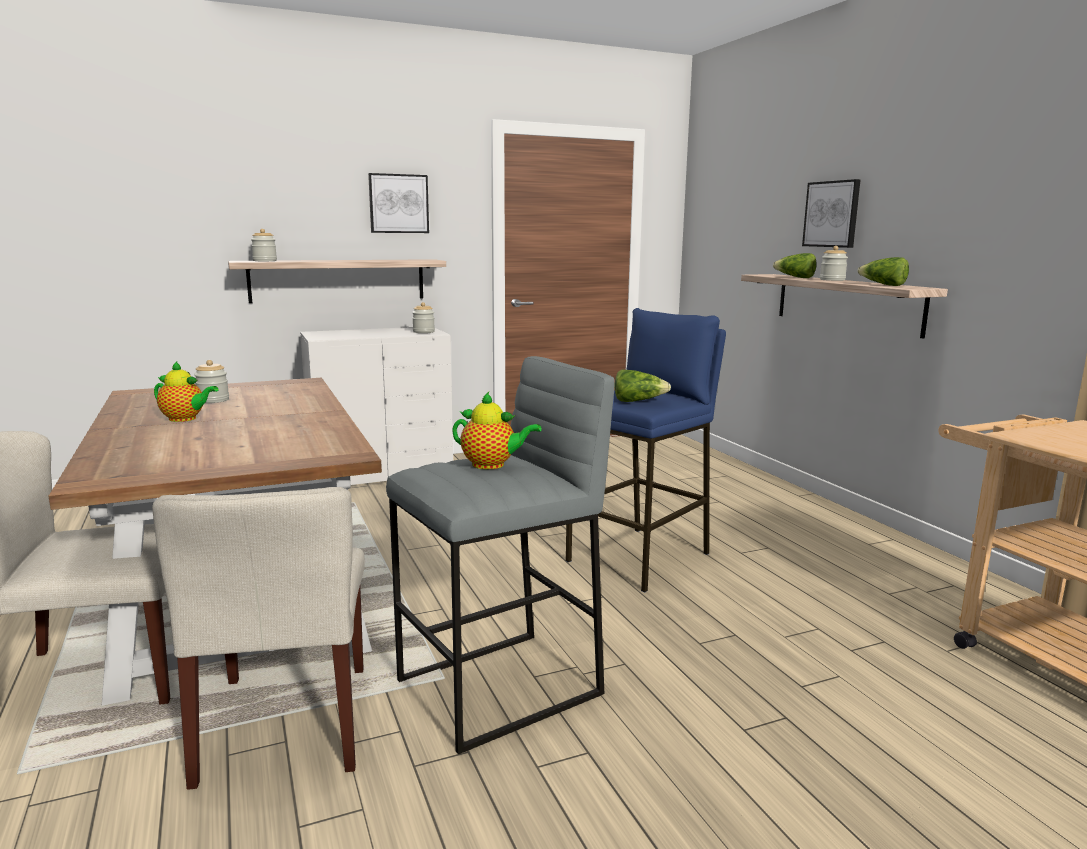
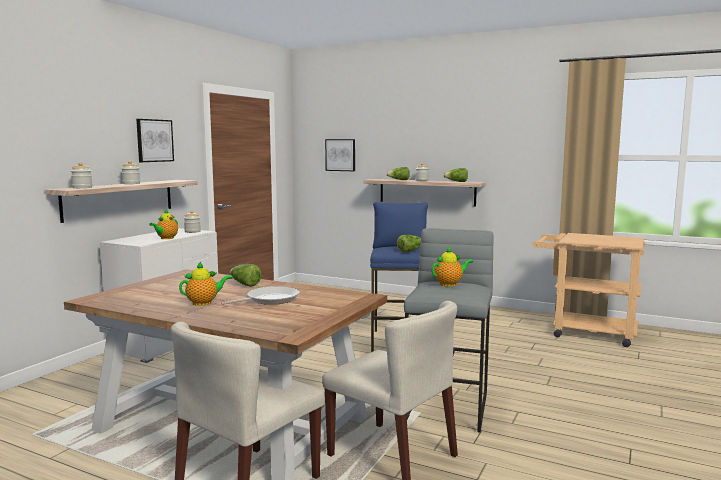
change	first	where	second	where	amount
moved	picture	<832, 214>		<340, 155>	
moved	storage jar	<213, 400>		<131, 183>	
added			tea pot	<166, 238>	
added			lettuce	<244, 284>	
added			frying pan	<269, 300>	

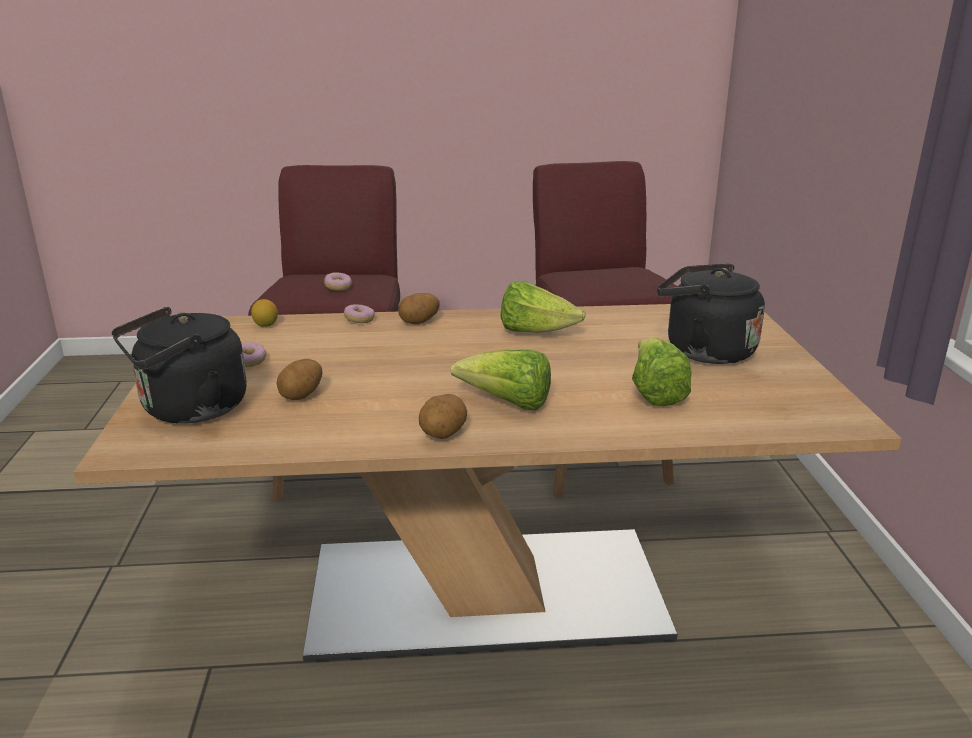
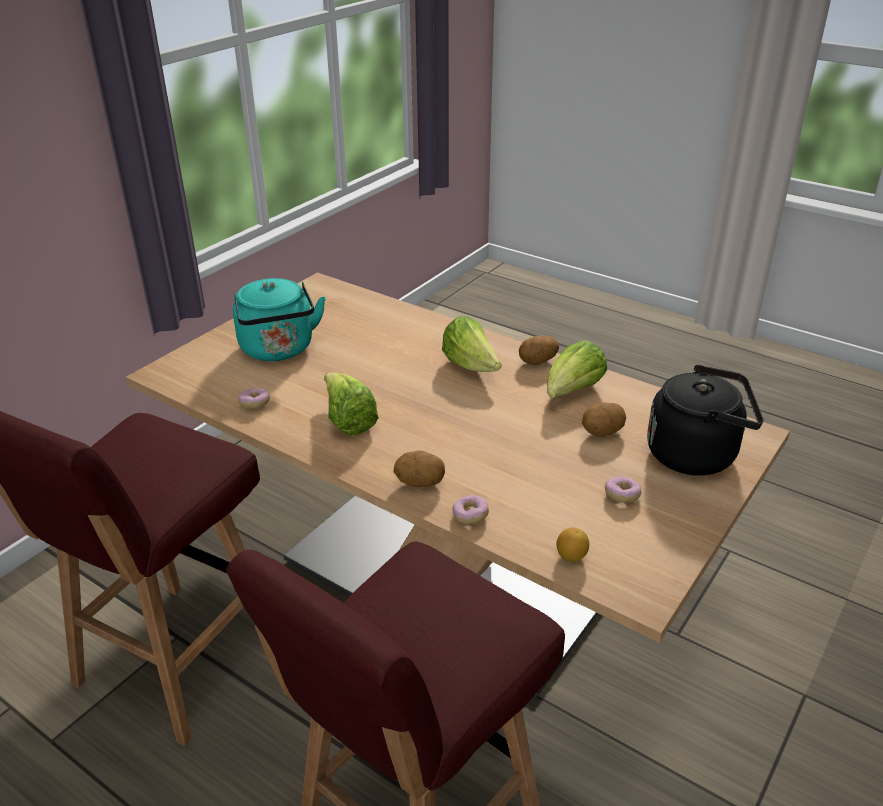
change	first	where	second	where	amount
recoloured	black-coloured water kettle	<703, 351>	blue-green water kettle	<279, 350>	
moved	donut	<338, 288>		<255, 404>	
moved	lettuce	<655, 393>		<572, 392>	

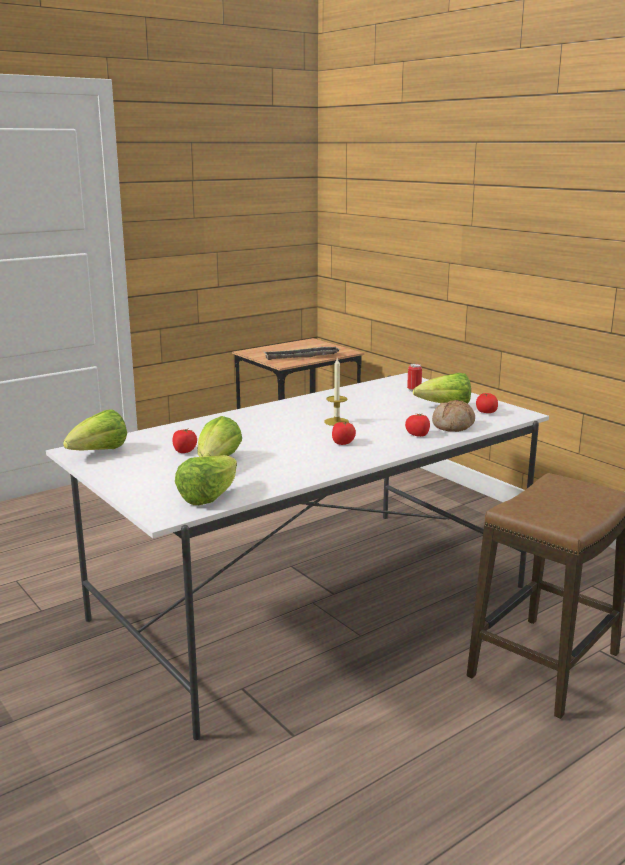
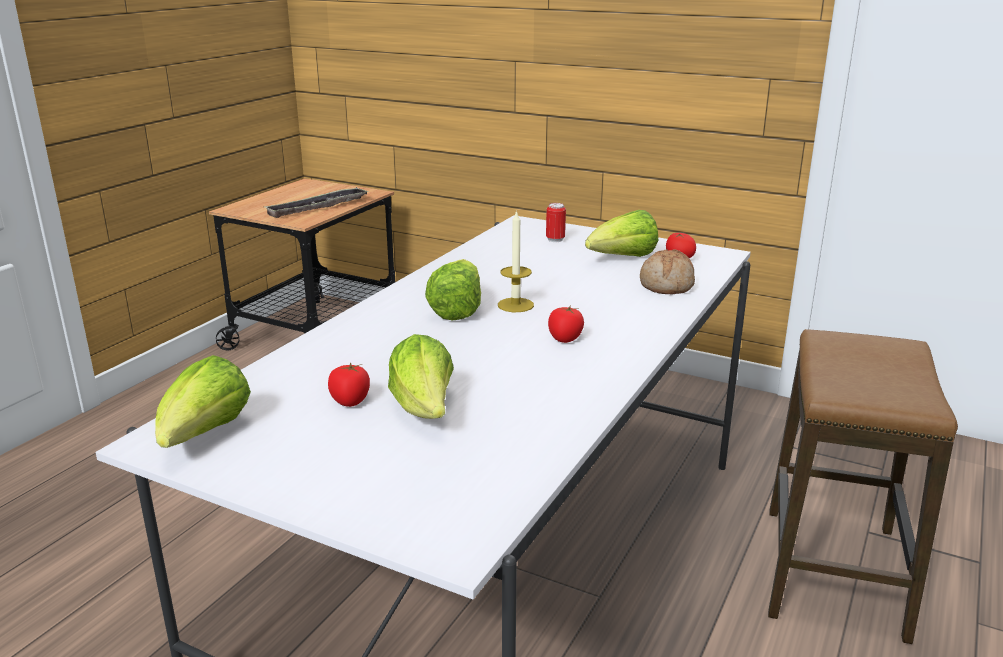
change	first	where	second	where	amount
removed	fresh tomato	<417, 435>			
moved	lettuce	<208, 497>		<457, 310>	

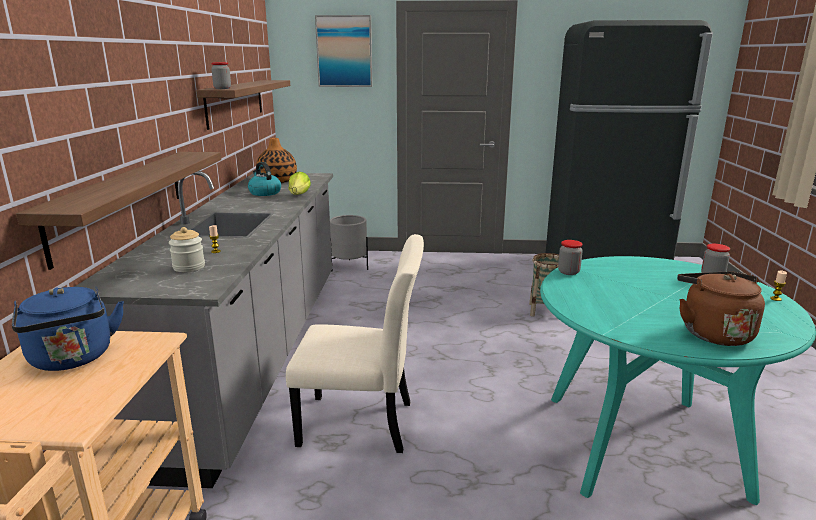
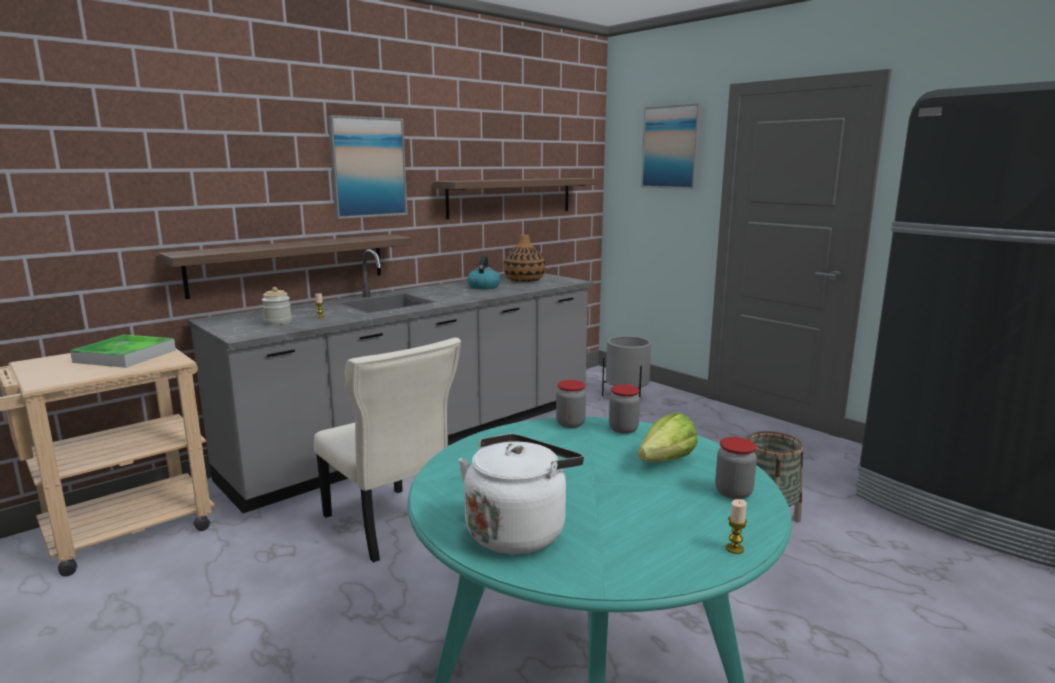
change	first	where	second	where	amount
moved	storage jar	<222, 88>		<623, 429>	
moved	lettuce	<297, 196>		<660, 463>	
recoloured	brown-coloured water kettle	<713, 332>	whitish water kettle	<518, 530>	
replaced	blue water kettle	<73, 359>	serving tray	<125, 356>	
added			picture	<368, 167>	

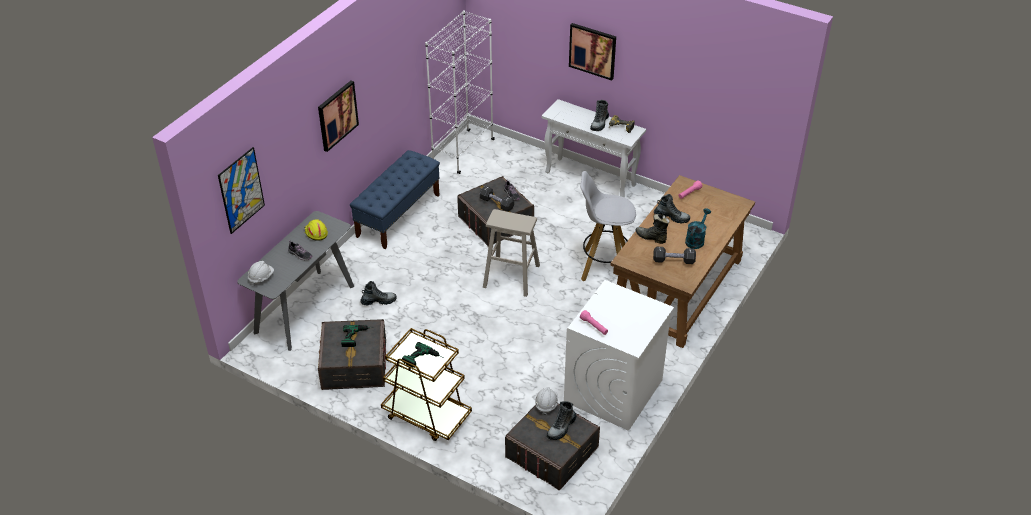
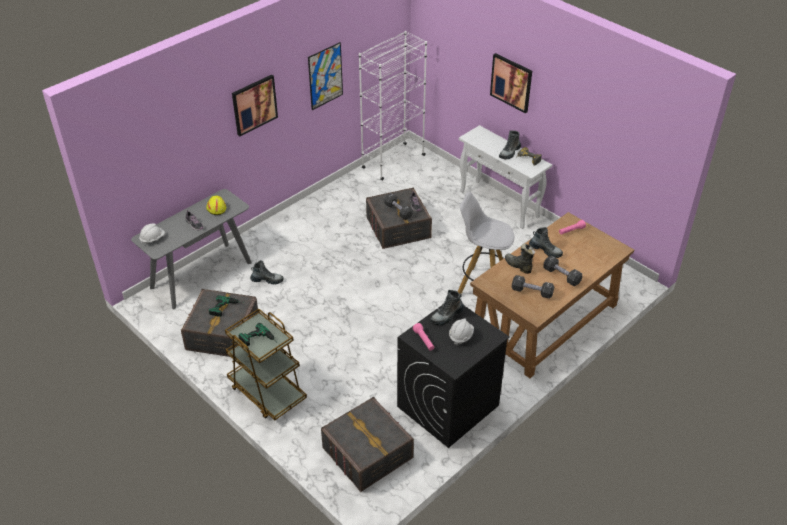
change	first	where	second	where	amount
moved	picture	<241, 190>		<325, 76>	
removed	blue long seat	<398, 215>			
replaced	blue-green watering pot	<696, 240>	black-coloured free weight	<561, 276>	
removed	sand-coloured stool seat	<511, 276>			
recoloured	whitish laundry machine	<613, 391>	black-coloured laundry machine	<448, 406>	
moved	whitish work helmet	<546, 404>		<461, 336>	
moved	high-top boot	<561, 428>		<447, 316>	

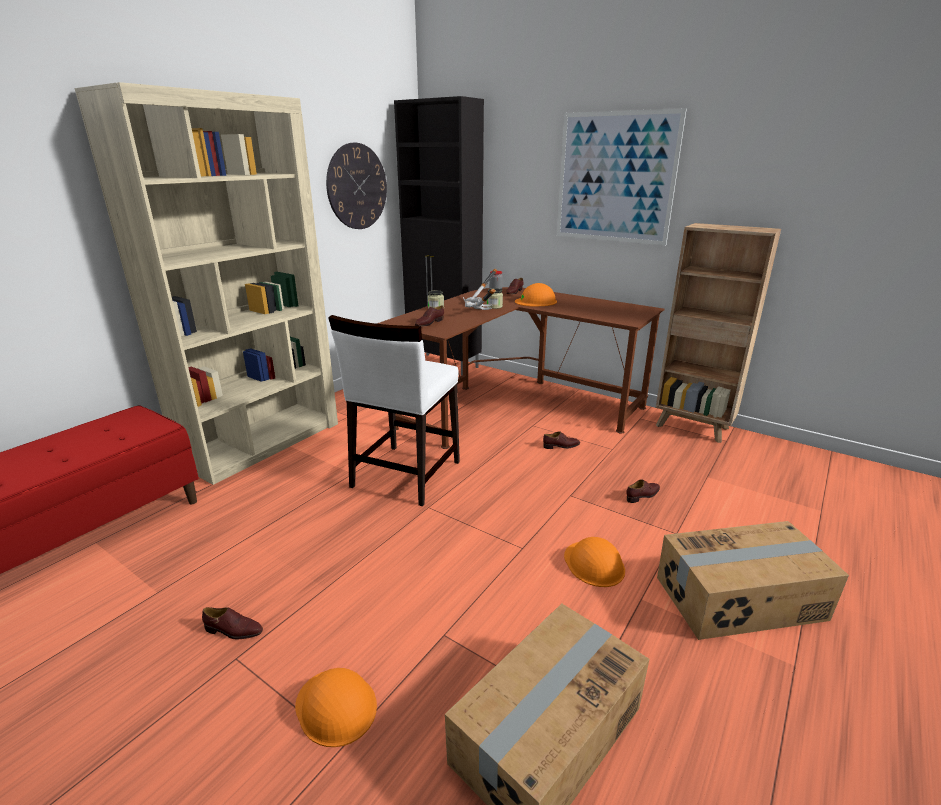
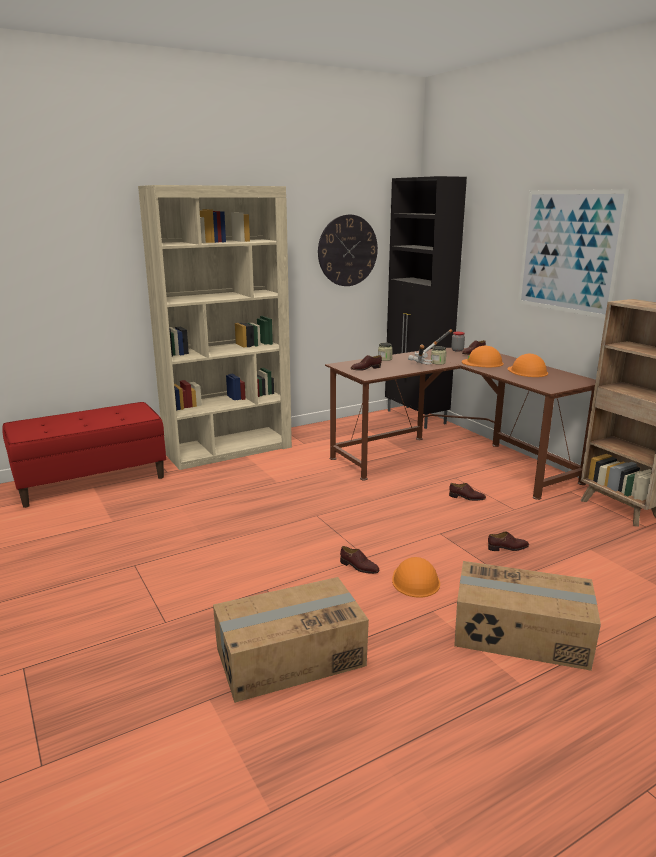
change	first	where	second	where	amount
removed	whitish plain chair	<405, 474>			
moved	brown-coloured item of footwear	<233, 630>		<359, 567>	
moved	orangey work helmet	<336, 706>		<527, 371>	

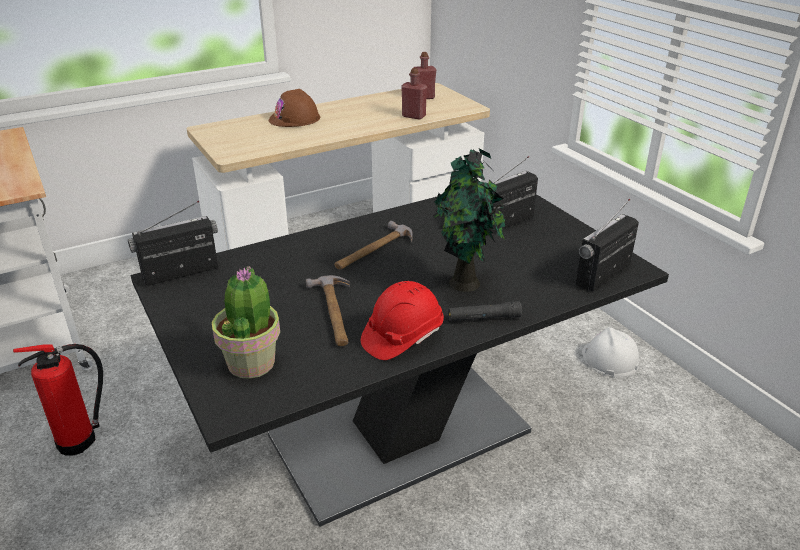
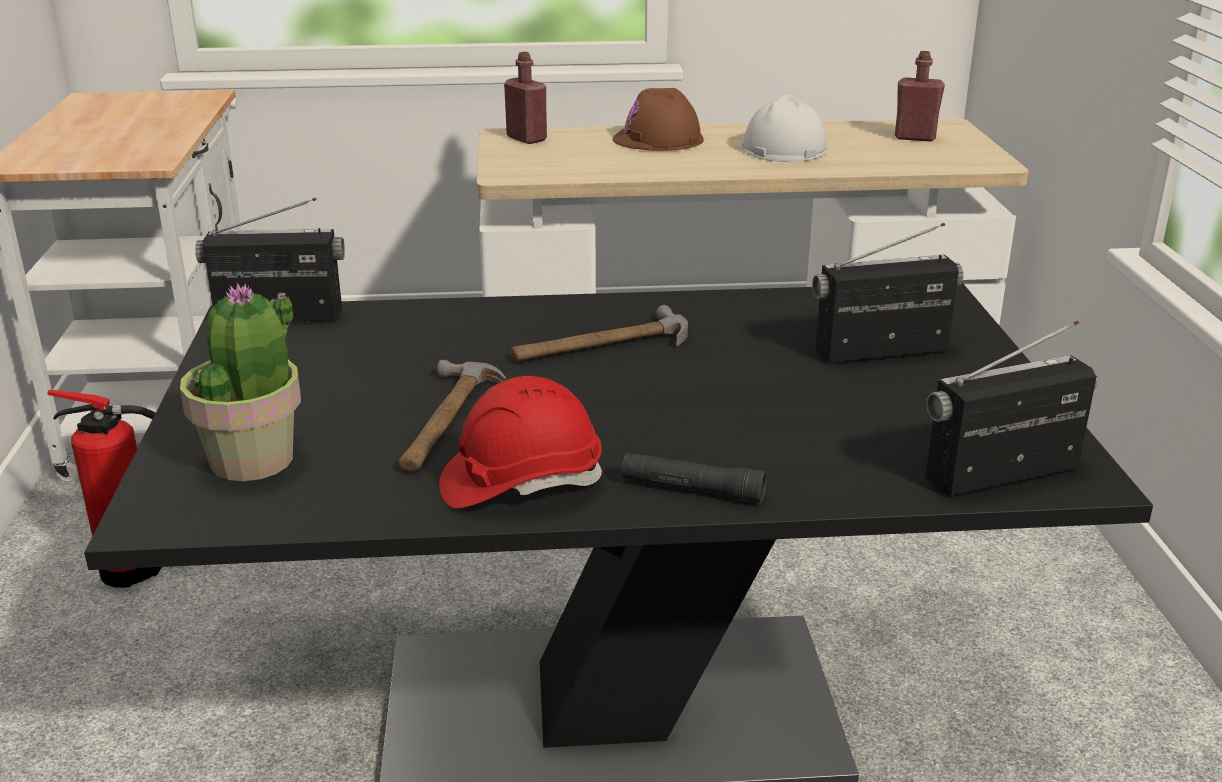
change	first	where	second	where	amount
moved	reddish bottle	<413, 116>		<526, 138>	
removed	plant in a pot	<466, 284>			
moved	whitish work helmet	<610, 358>		<784, 148>	

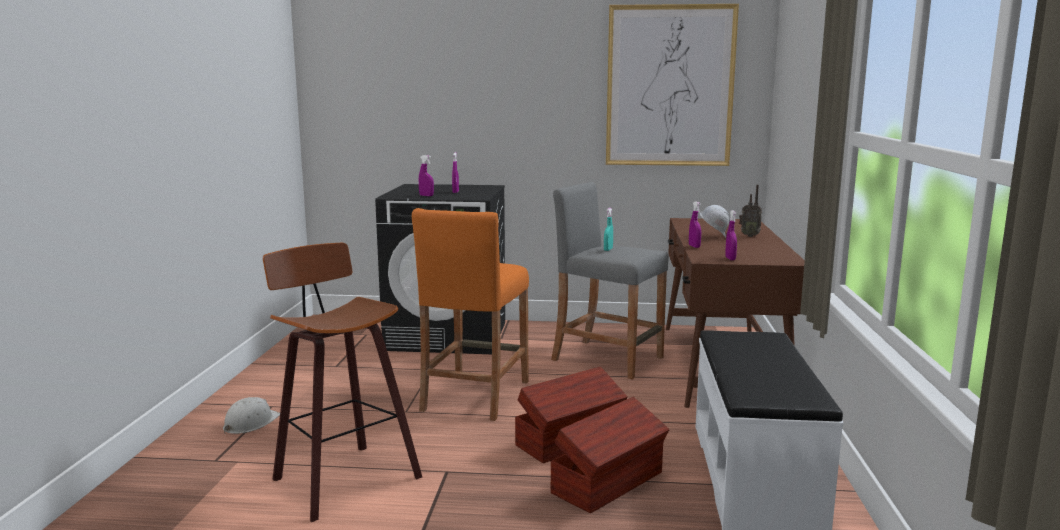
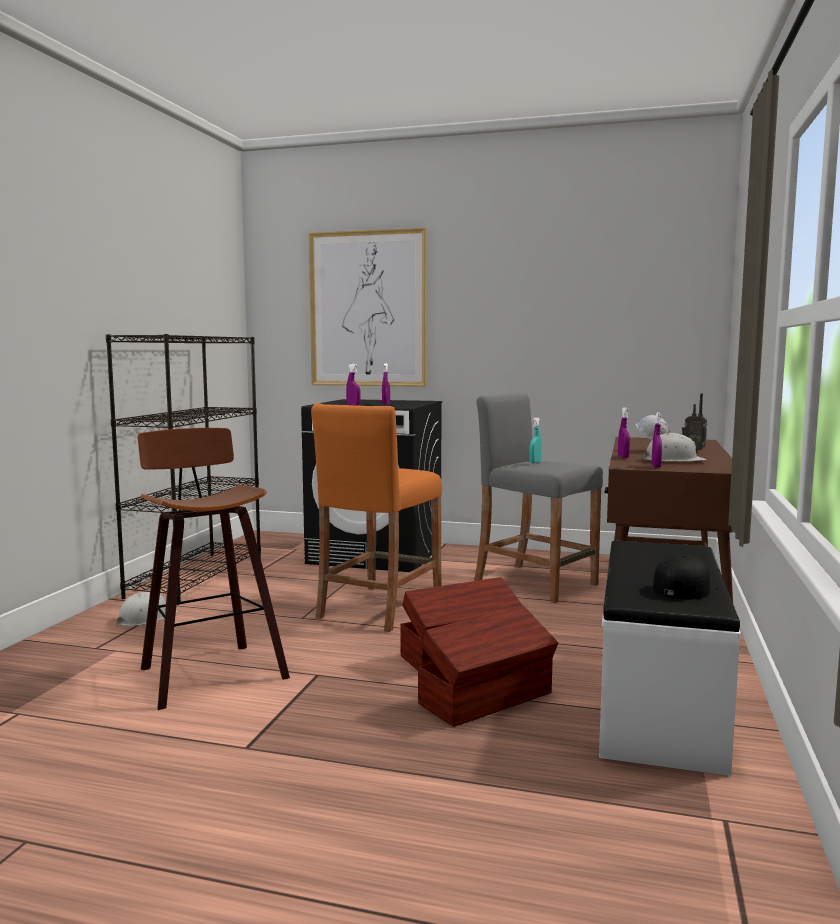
change	first	where	second	where	amount
moved	picture	<669, 86>		<367, 309>	
added			black-coloured shelving unit	<197, 576>	
added			whitish work helmet	<673, 460>	
added			black-coloured cap	<685, 587>	

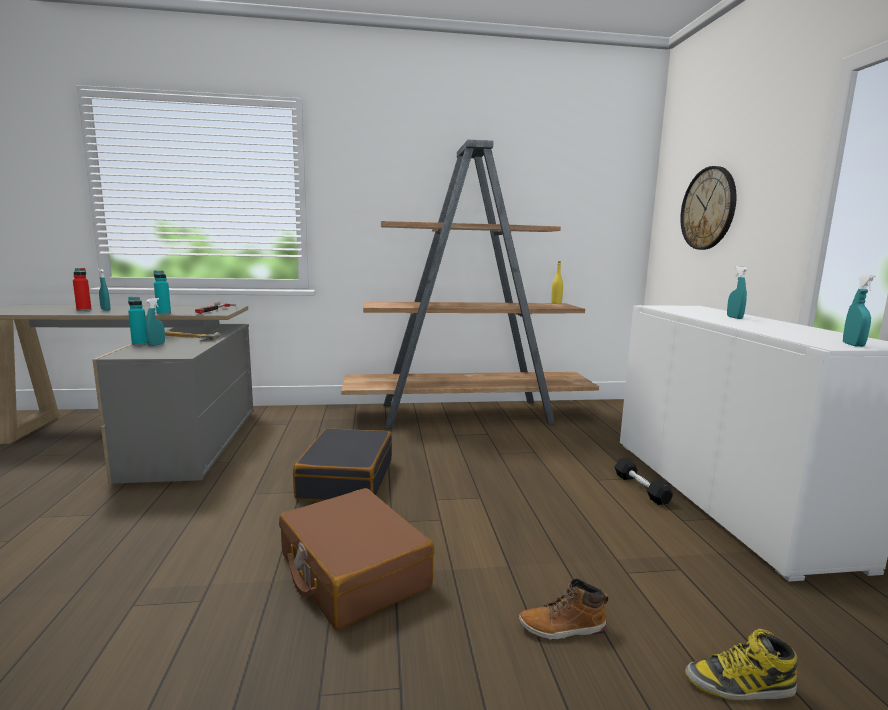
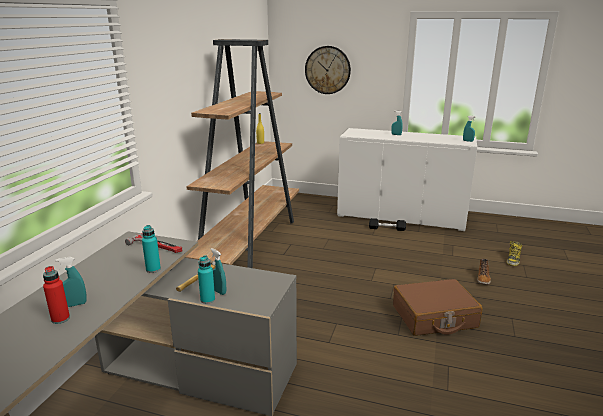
change	first	where	second	where	amount
removed	black-coloured piece of luggage	<346, 479>			

